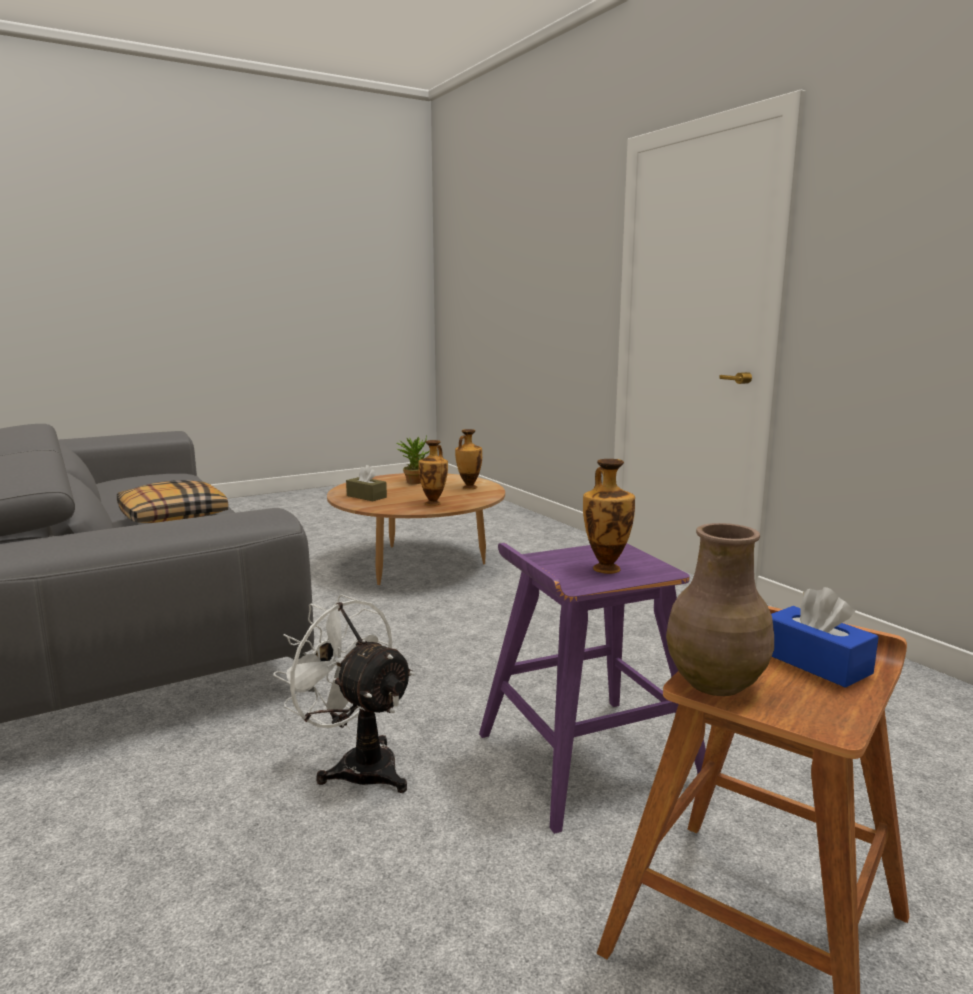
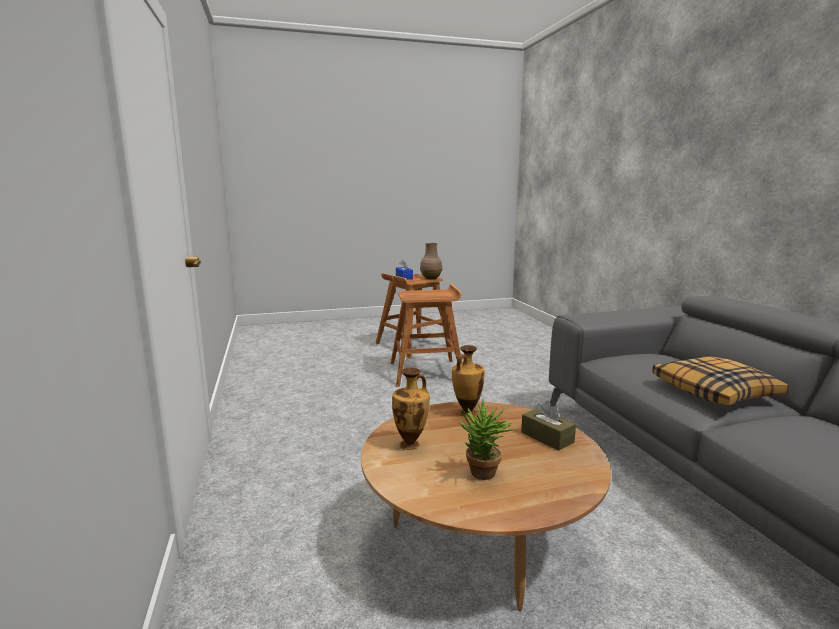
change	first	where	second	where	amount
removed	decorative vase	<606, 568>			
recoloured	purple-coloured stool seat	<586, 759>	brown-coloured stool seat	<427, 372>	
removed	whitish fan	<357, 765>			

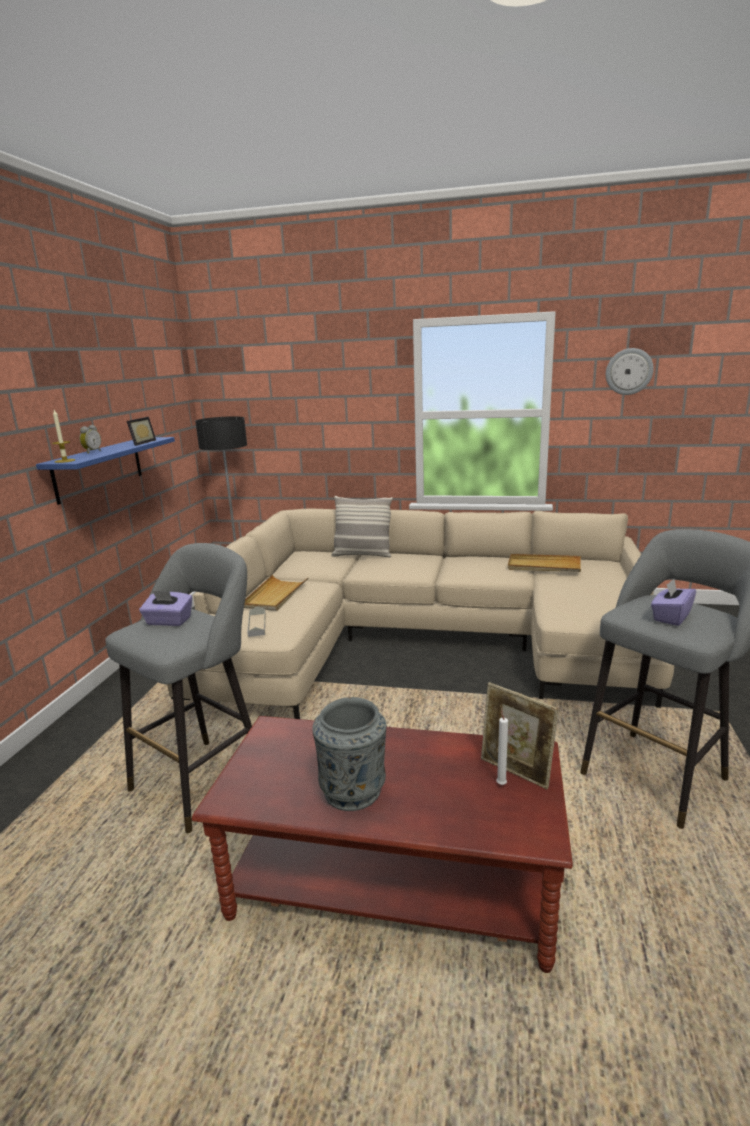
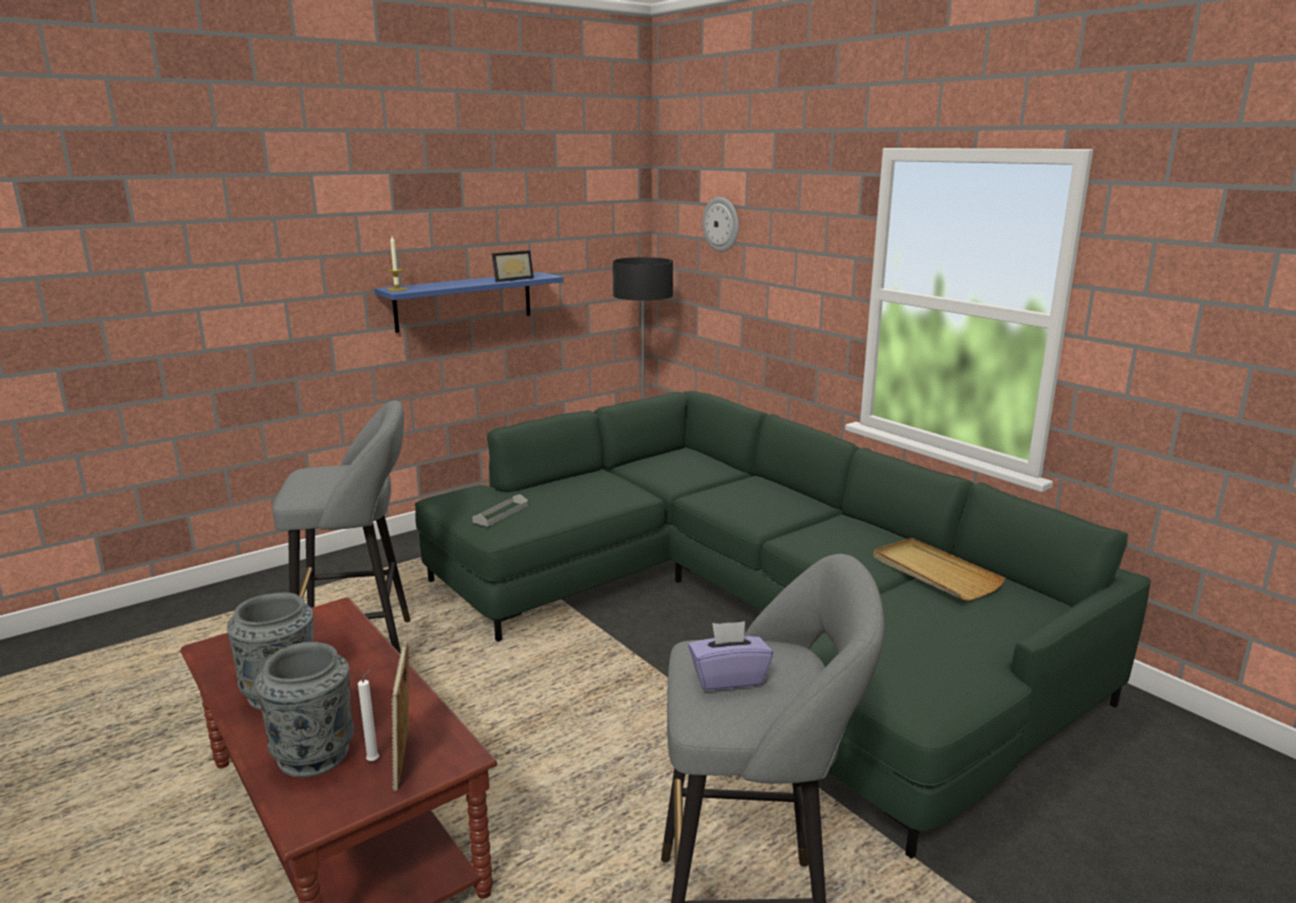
change	first	where	second	where	amount
moved	hanging clock	<629, 371>		<721, 224>	
removed	table clock	<91, 452>			
removed	cushion	<362, 555>			
recoloured	sand-coloured sofa	<418, 640>	green-coloured sofa	<748, 616>	
removed	sand-coloured serving tray	<275, 595>			
removed	purple-coloured tissue holder	<168, 621>			
added			gray decorative vase	<314, 753>	

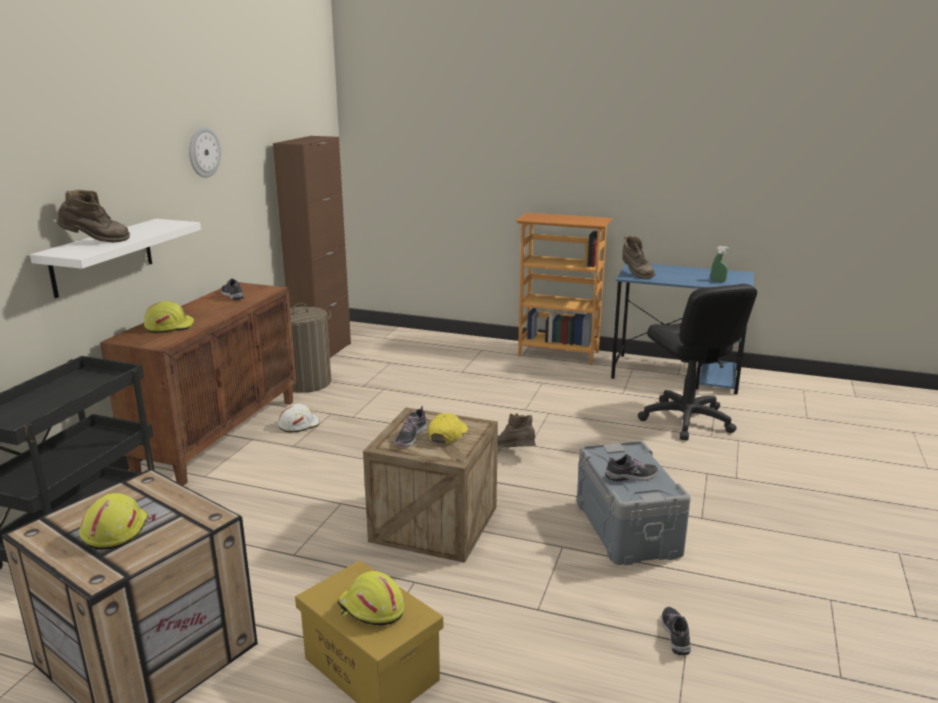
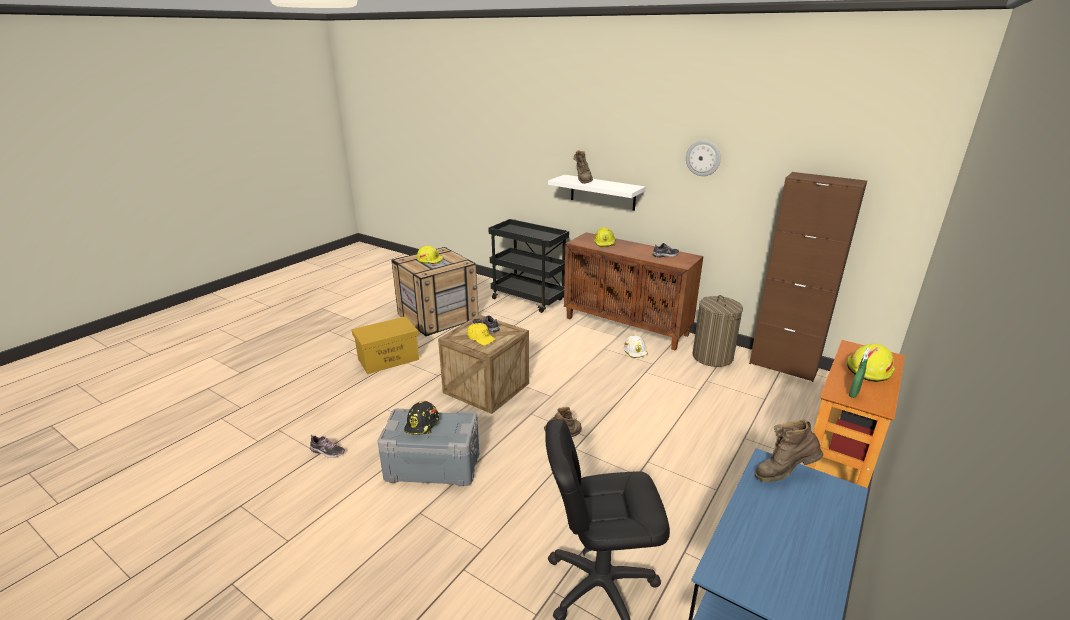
change	first	where	second	where	amount
moved	green-coloured spray bottle	<718, 281>		<853, 394>	
replaced	item of footwear	<631, 476>	black-coloured work helmet	<422, 425>	
moved	yellow work helmet	<371, 609>		<868, 369>	

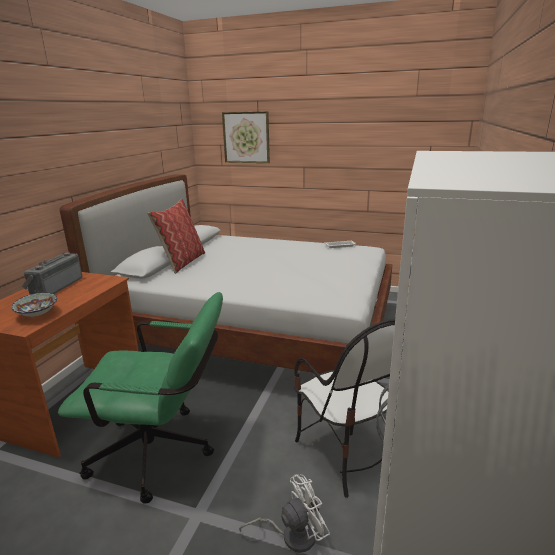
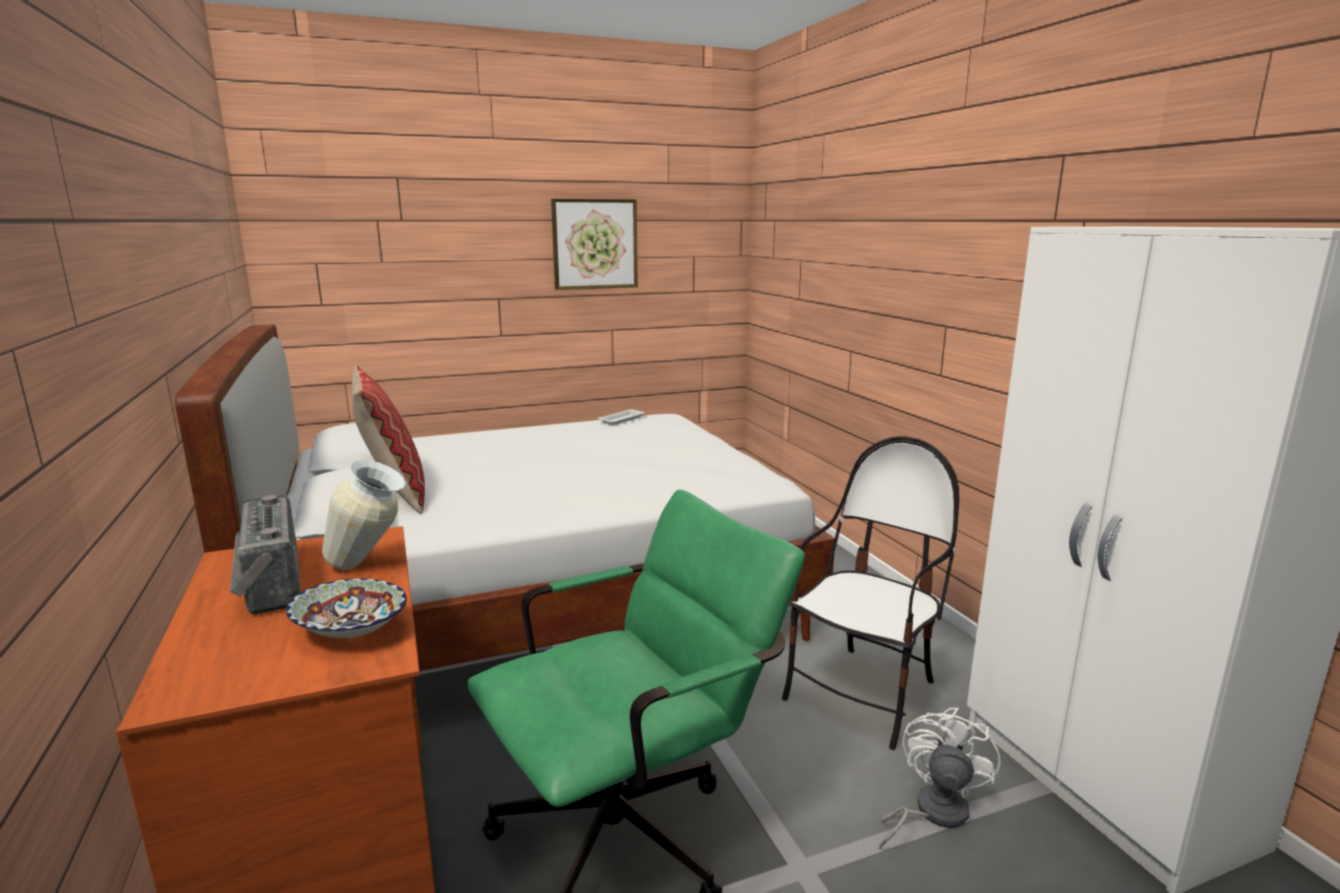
change	first	where	second	where	amount
moved	picture	<246, 137>		<595, 244>	
turned	plain chair	<346, 453>		<863, 695>	75 degrees counterclockwise
added			decorative vase	<370, 567>	

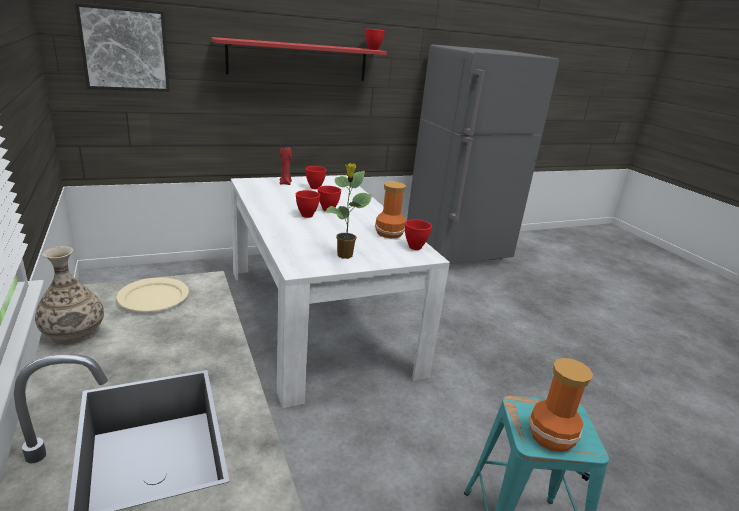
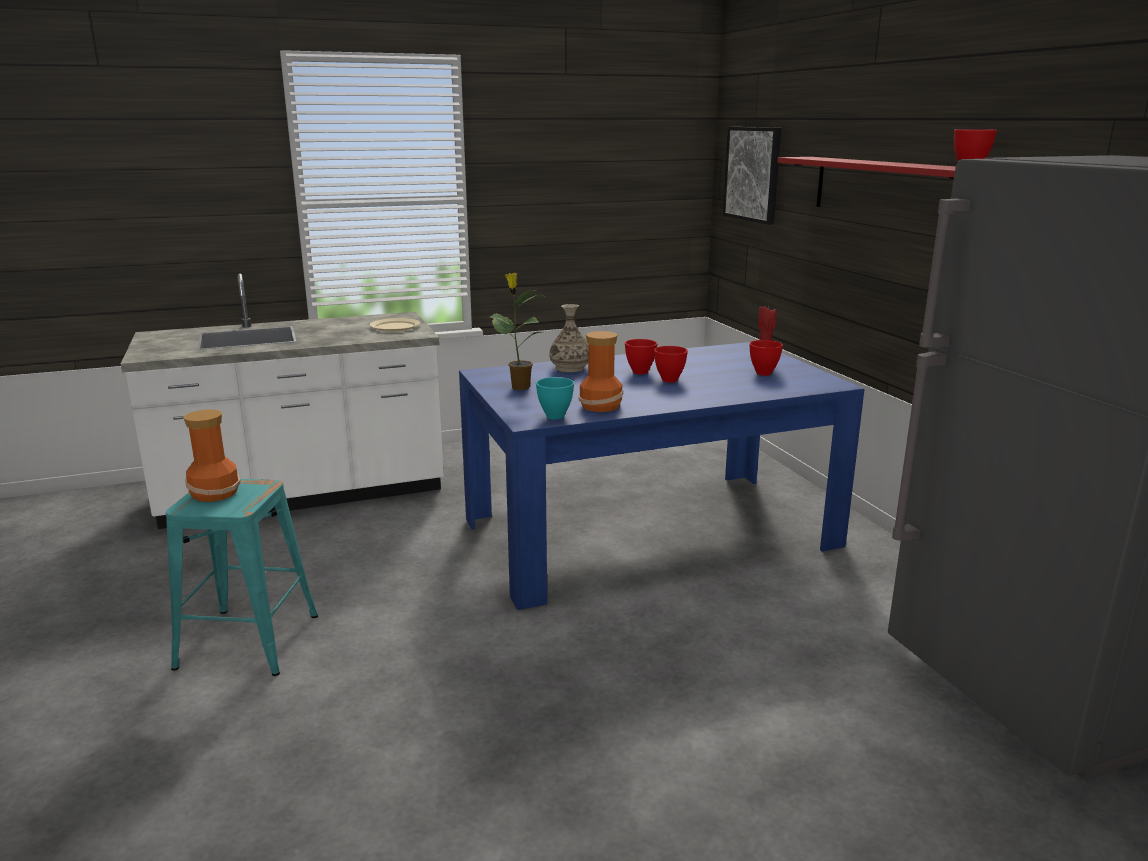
change	first	where	second	where	amount
recoloured	whitish dining table	<318, 318>	blue dining table	<649, 533>	
recoloured	reddish bowl	<414, 247>	blue-green bowl	<555, 416>	
moved	decorative vase	<73, 332>		<570, 368>	

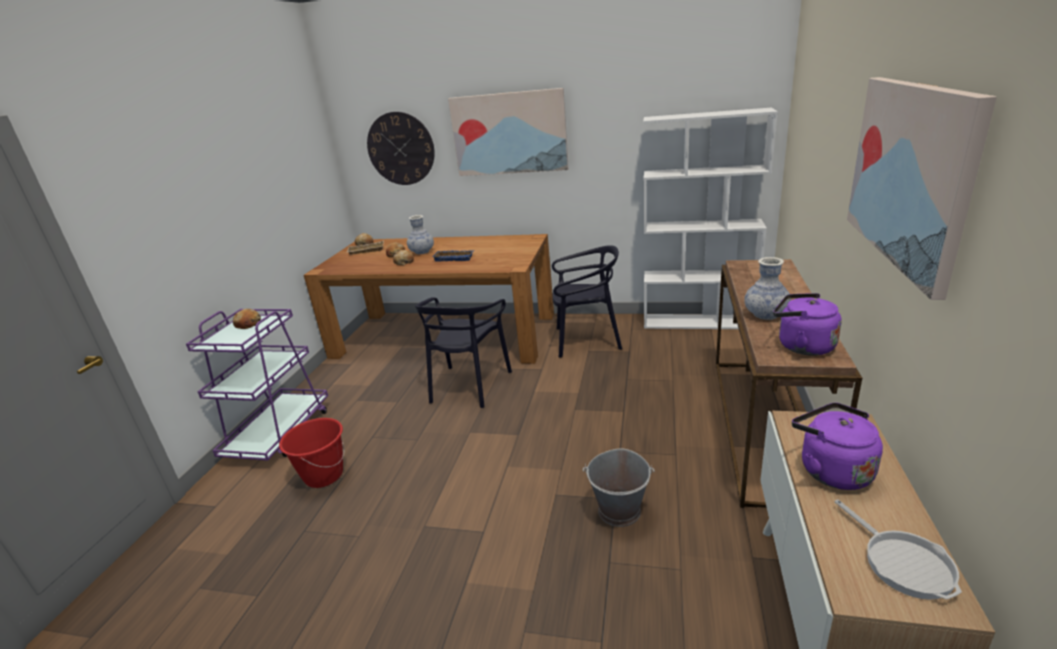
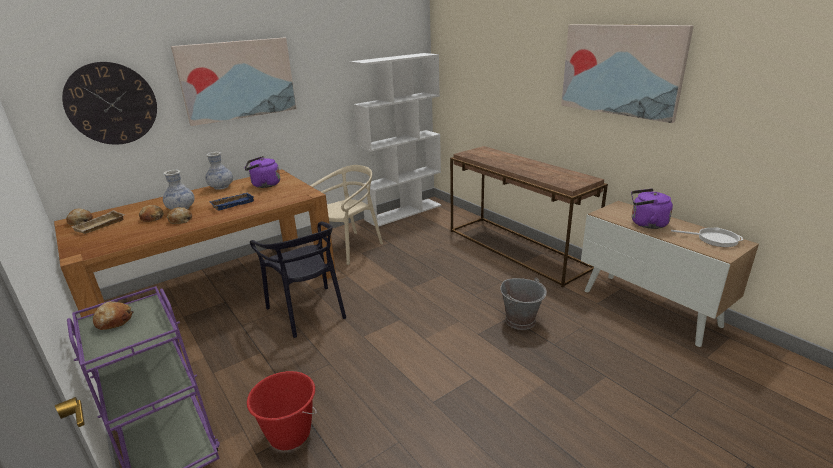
change	first	where	second	where	amount
recoloured	black-coloured plain chair	<586, 340>	sand-coloured plain chair	<349, 247>	
moved	decorative vase	<765, 315>		<221, 187>	
moved	purple-coloured water kettle	<802, 346>		<264, 185>	

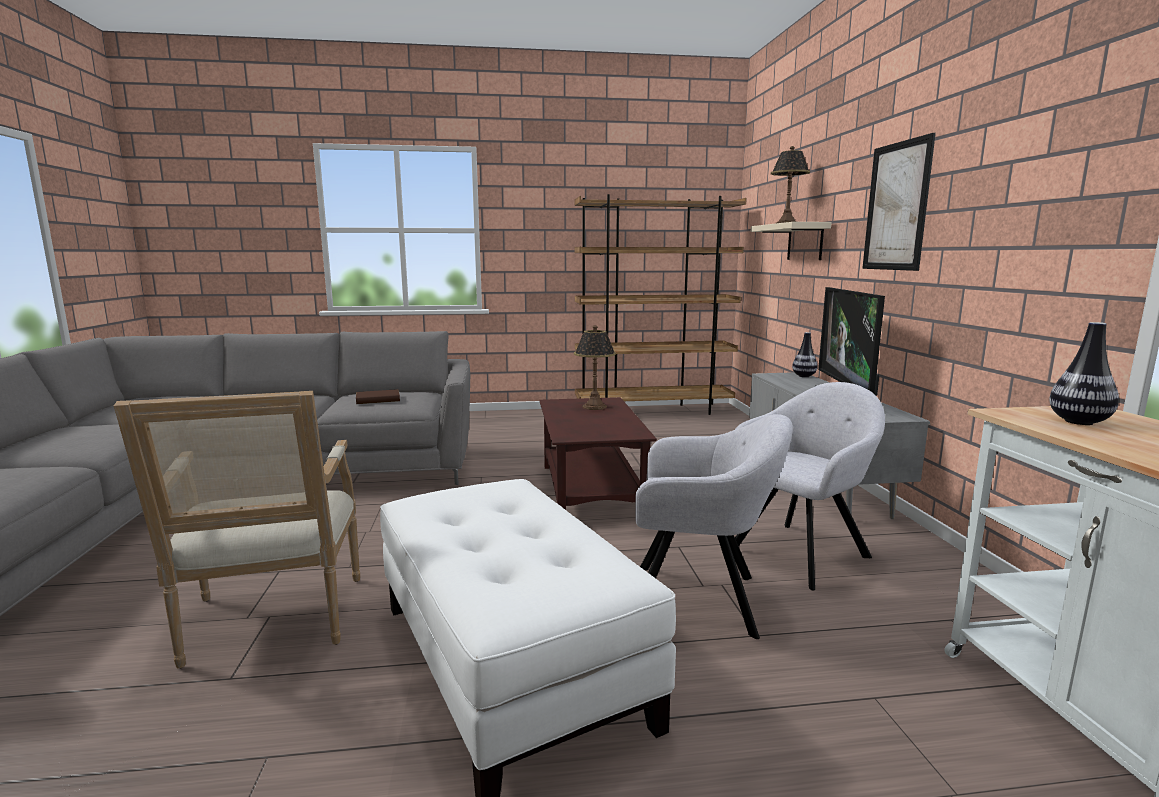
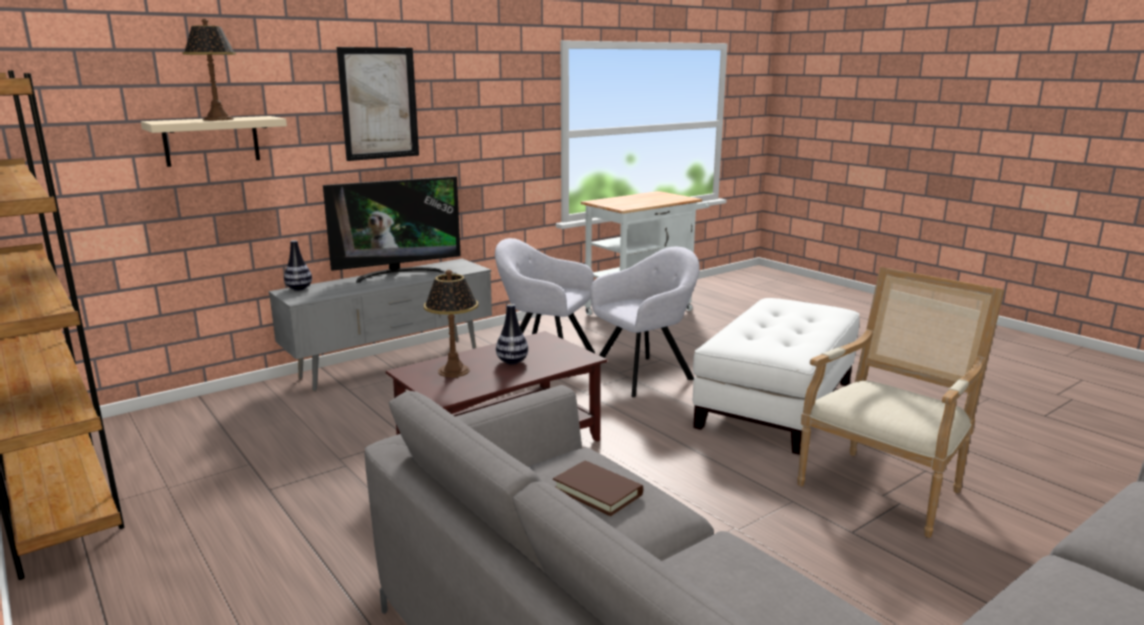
change	first	where	second	where	amount
moved	decorative vase	<1079, 422>		<512, 362>	
turned	gray lounge chair	<701, 599>		<644, 374>	75 degrees clockwise

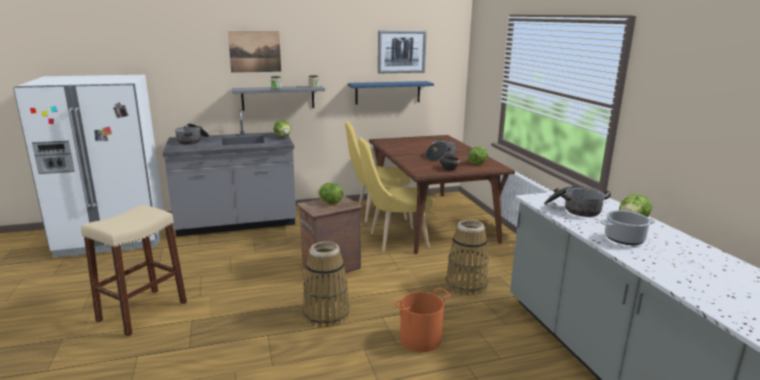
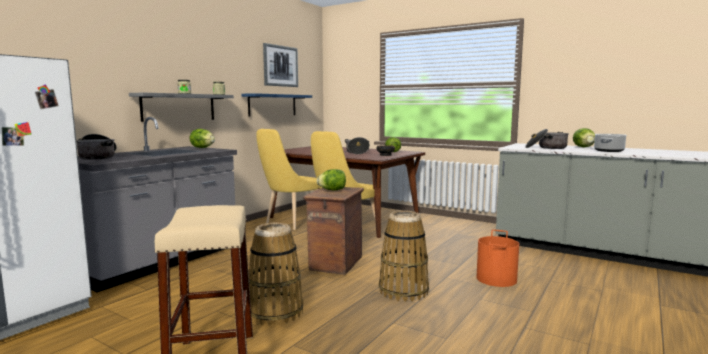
change	first	where	second	where	amount
removed	picture	<255, 51>			
moved	household basket	<466, 284>		<275, 312>	

